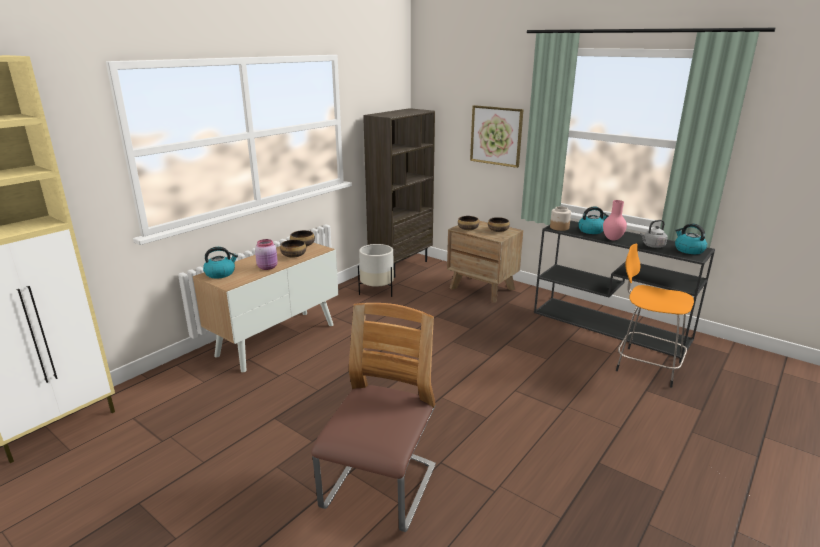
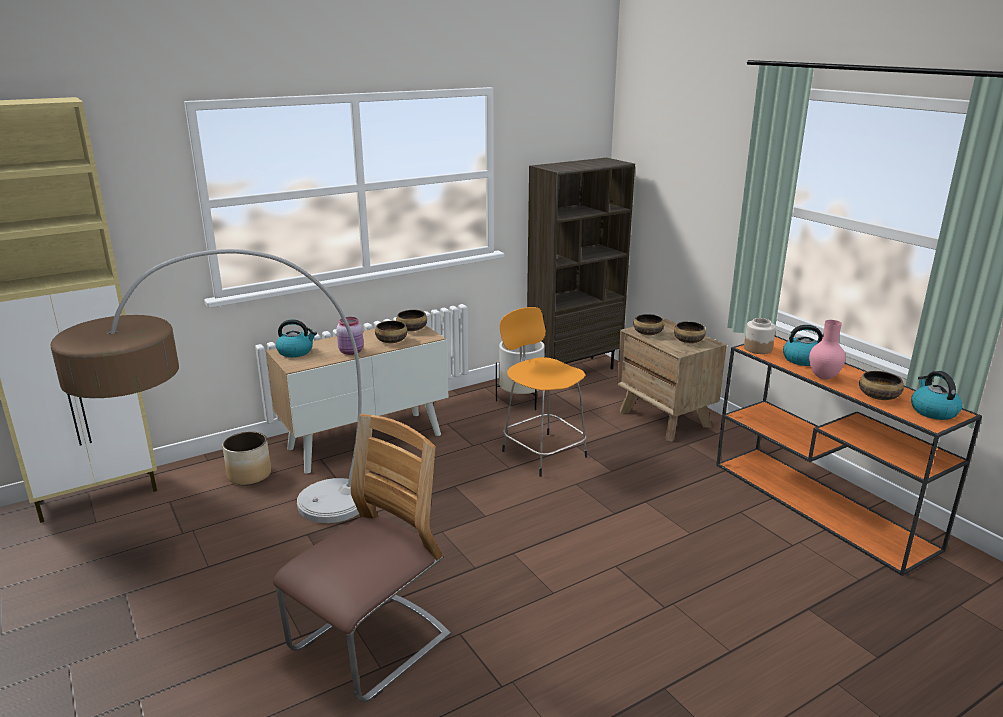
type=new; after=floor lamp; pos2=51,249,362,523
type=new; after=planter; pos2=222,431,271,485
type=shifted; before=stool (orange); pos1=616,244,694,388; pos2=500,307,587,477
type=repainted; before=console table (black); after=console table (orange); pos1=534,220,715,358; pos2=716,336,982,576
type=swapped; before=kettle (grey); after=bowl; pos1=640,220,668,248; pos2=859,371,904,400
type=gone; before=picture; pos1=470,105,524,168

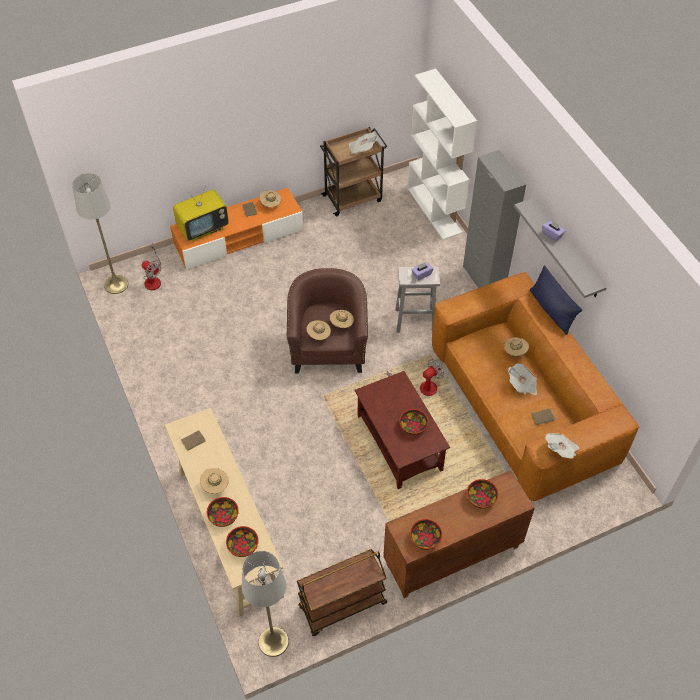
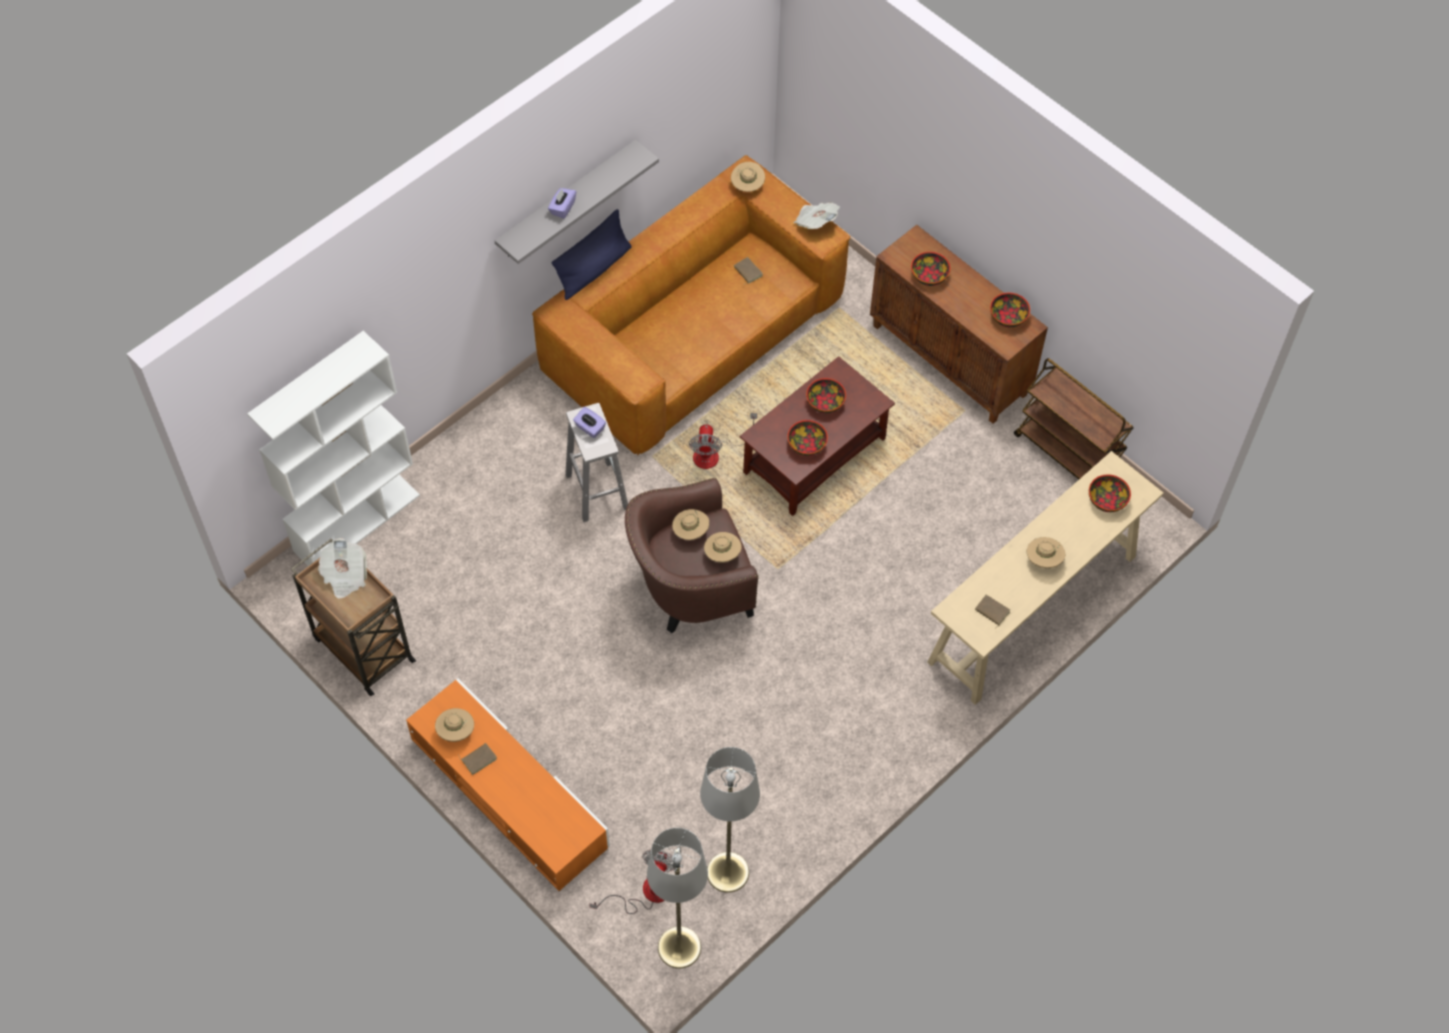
type=rotated; before=fan; pos1=387,359,444,396; pos2=689,413,757,469; turn=-120
type=shifted; before=floor lamp (grey); pos1=242,551,289,657; pos2=700,747,760,893
type=shifted; before=hat (beige); pos1=504,337,529,356; pos2=731,162,765,192
type=shifted; before=bowl; pos1=207,497,239,527; pos2=787,420,828,456
type=gone; before=television; pos1=173,186,229,241
type=gone; before=cabinet (grey); pos1=463,150,526,288
type=gone; before=newspaper; pos1=508,363,537,395

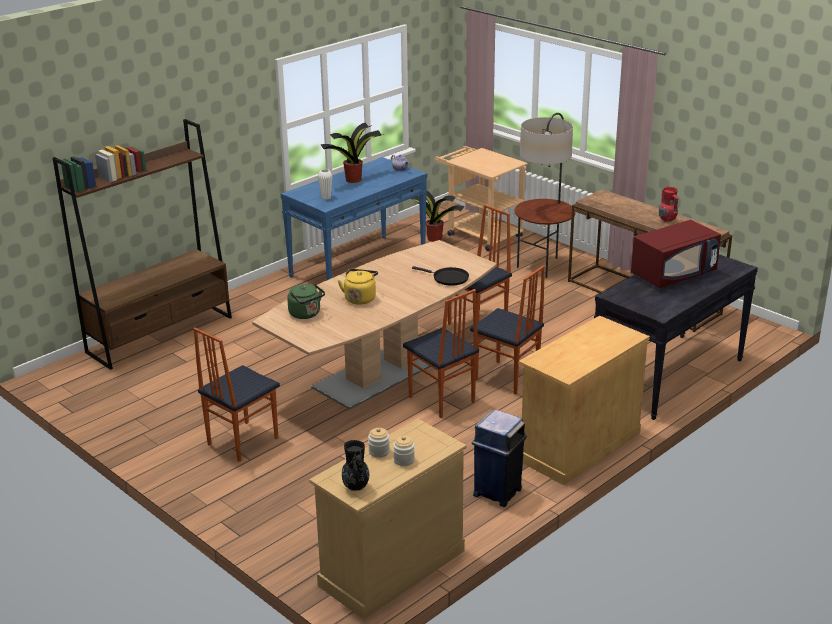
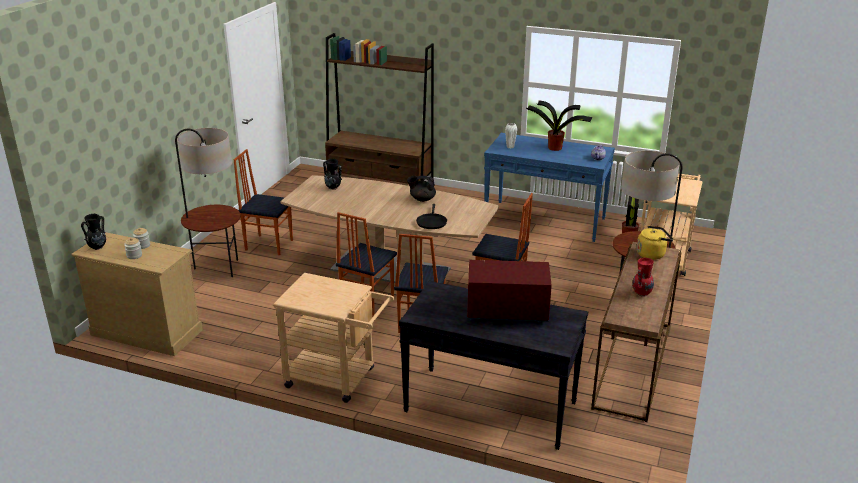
type=new; after=floor lamp; pos2=175,128,240,277
type=swapped; before=cabinet (beige); after=cart (beige); pos1=518,316,650,485; pos2=273,273,394,403
type=swapped; before=kettle (green); after=vase (black); pos1=287,284,325,319; pos2=323,159,342,190
type=new; after=teapot (black); pos2=407,176,436,202
type=rotated; before=microwave (red); pos1=631,220,721,288; pos2=467,260,552,323; turn=150
type=shifted; before=kettle (yellow); pos1=338,269,378,305; pos2=637,226,673,260
type=gone; before=trash can (blue); pos1=472,410,527,507

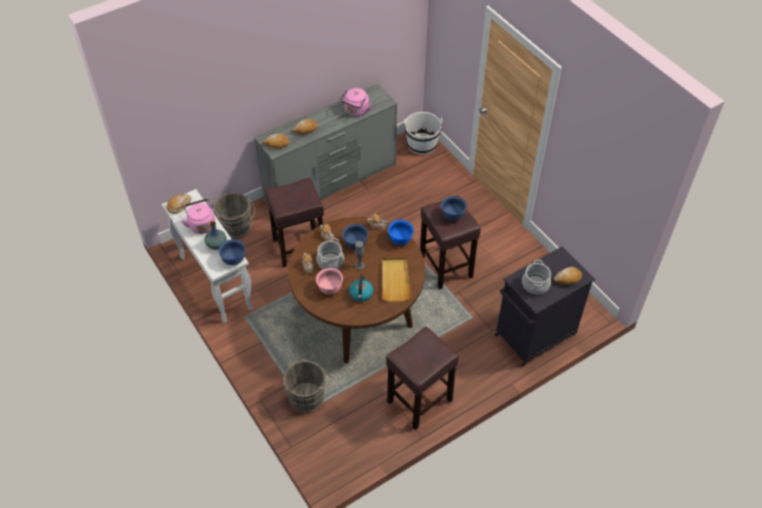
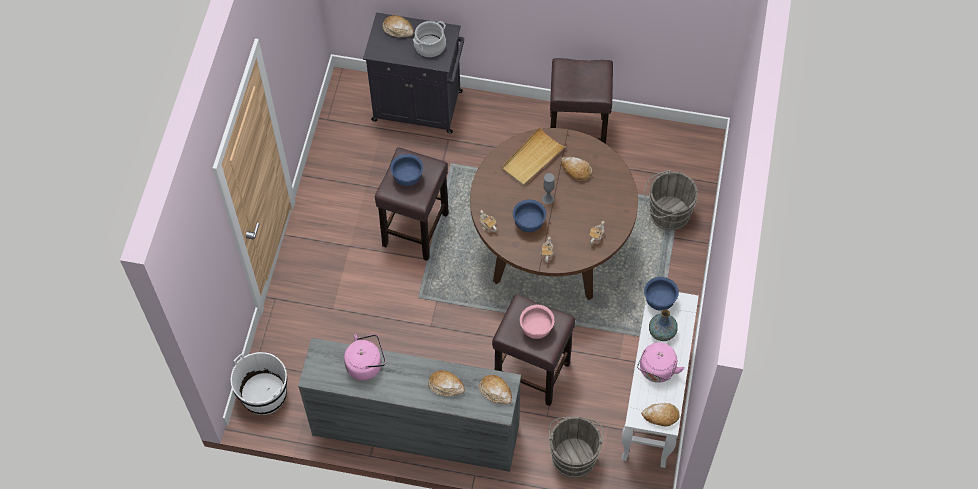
type=shifted; before=bowl (pink); pos1=316,268,343,295; pos2=520,305,555,339
type=swapped; before=kettle; after=bread; pos1=349,276,374,302; pos2=561,157,592,180
type=gone; before=cooking pot; pos1=317,238,344,269
type=gone; before=bowl (blue); pos1=388,220,414,245

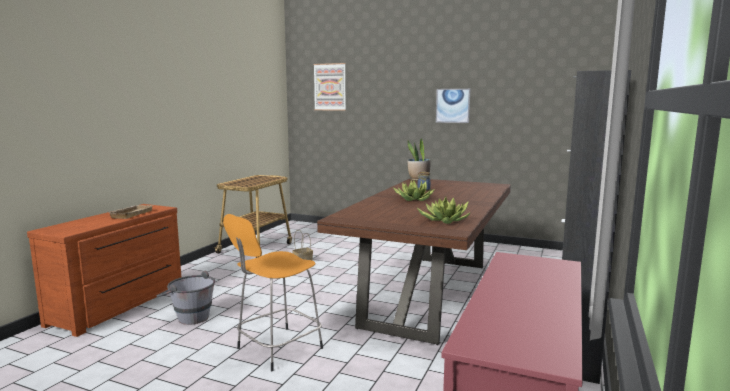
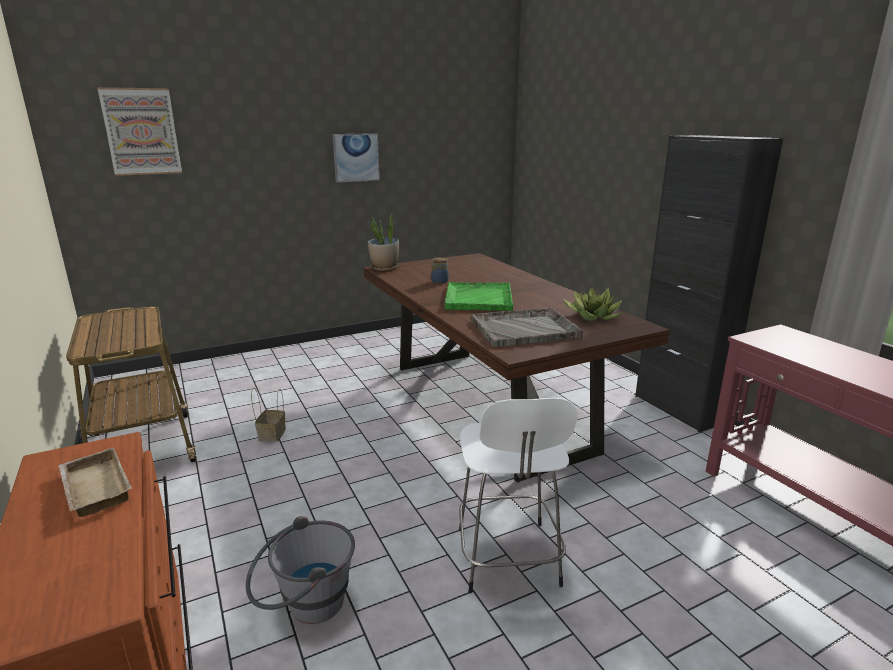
type=swapped; before=potted plant; after=tray (green); pos1=393,180,434,201; pos2=445,282,513,311
type=repainted; before=stool (orange); after=stool (white); pos1=223,214,323,371; pos2=459,398,577,593
type=new; after=tray (grey); pos2=471,308,583,347

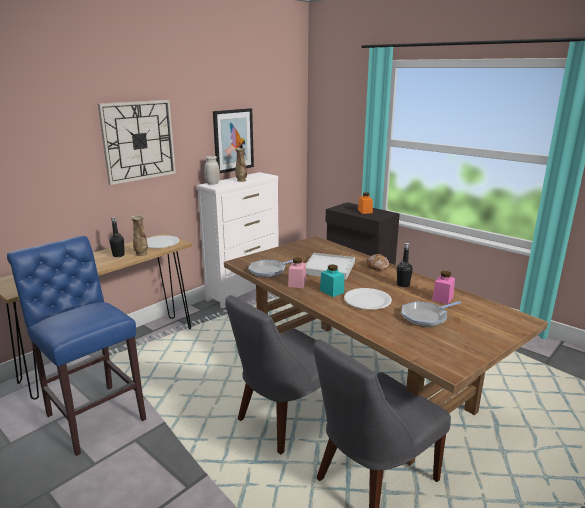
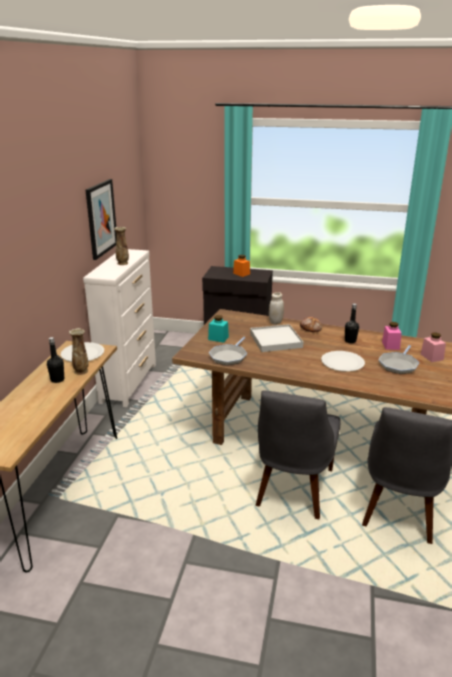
type=shifted; before=jar (turquoise); pos1=320,264,344,297; pos2=208,315,229,343
type=shifted; before=jar (white); pos1=205,156,220,185; pos2=269,292,284,325
type=shifted; before=jar (pink); pos1=288,257,306,288; pos2=421,332,446,362
type=gone; before=stool (blue); pos1=7,236,146,456
type=gone; before=wall clock; pos1=98,100,176,185

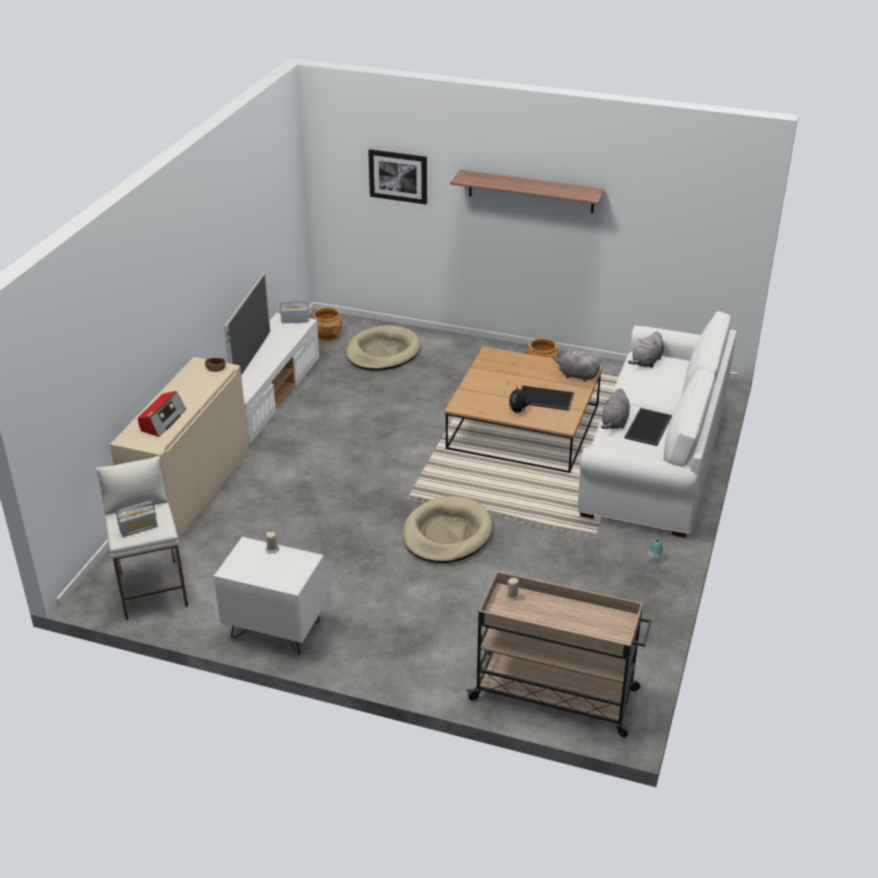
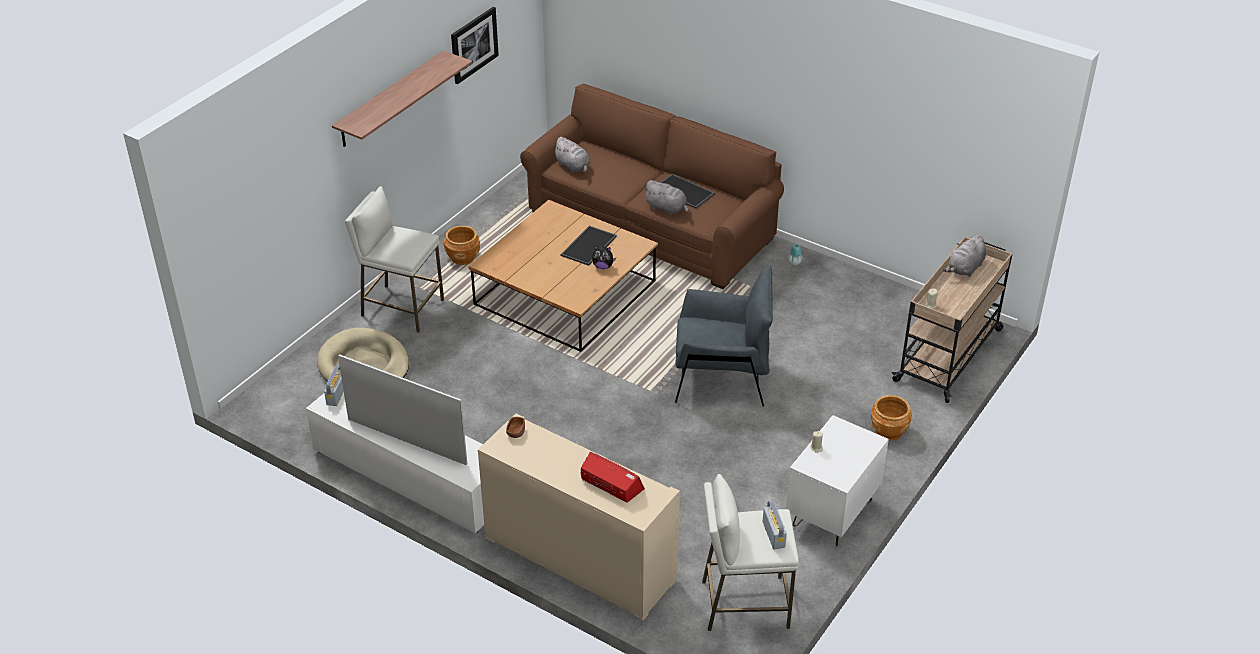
type=new; after=stool (white); pos2=345,186,444,333
type=shifted; before=picture; pos1=368,149,427,204; pos2=451,7,499,84
type=repainted; before=sofa (white); after=sofa (brown); pos1=577,311,737,538; pos2=520,84,784,289
type=swapped; before=dog bed (beige); after=armchair (grey); pos1=402,496,492,563; pos2=675,265,773,407
type=shifted; before=planter (brown); pos1=312,307,342,341; pos2=871,395,912,441
type=shifted; before=plush toy (grey); pos1=554,349,602,382; pos2=943,235,986,277

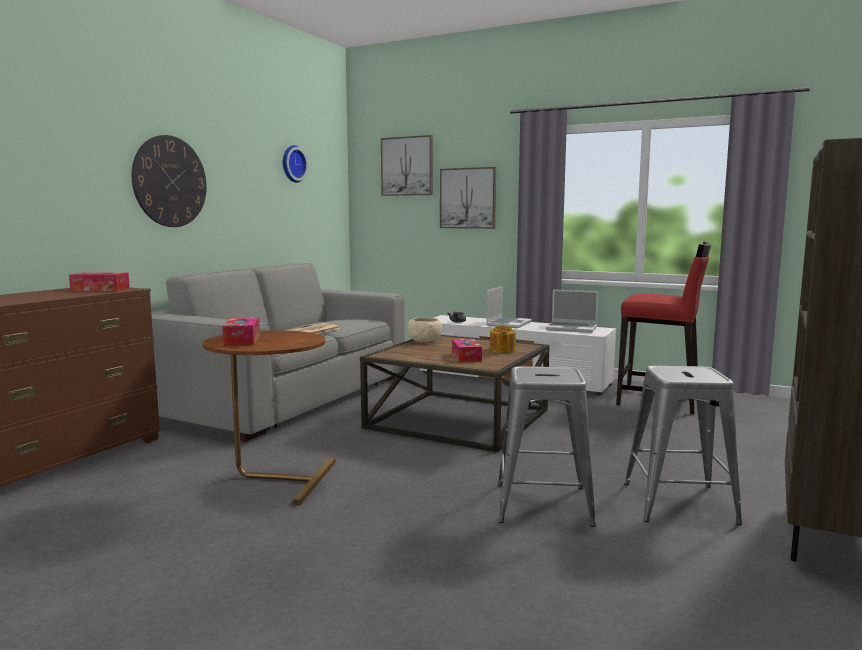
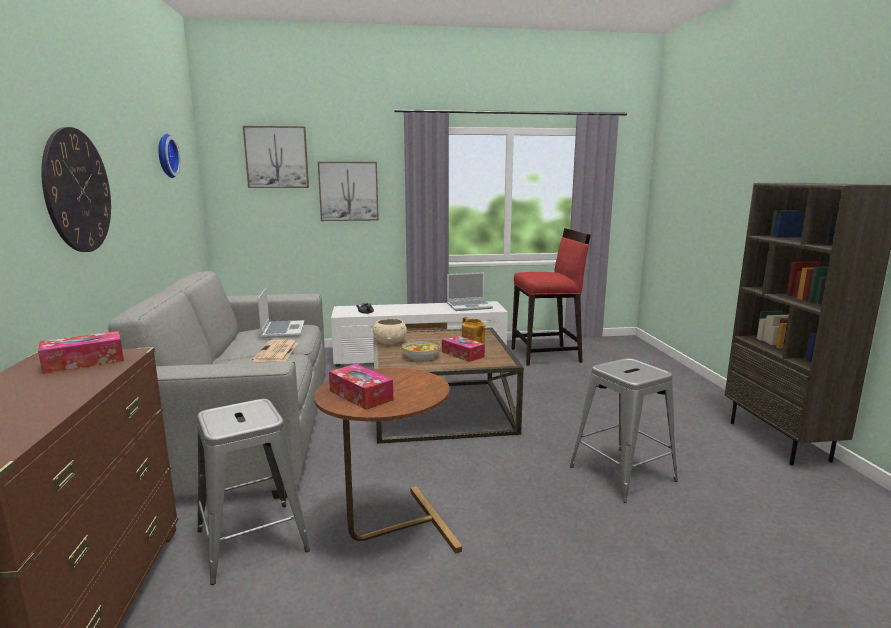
type=shifted; before=stool (grey); pos1=624,366,742,525; pos2=197,399,310,585
type=shifted; before=laptop; pos1=486,286,532,328; pos2=258,288,305,338
type=new; after=bowl; pos2=402,340,441,361

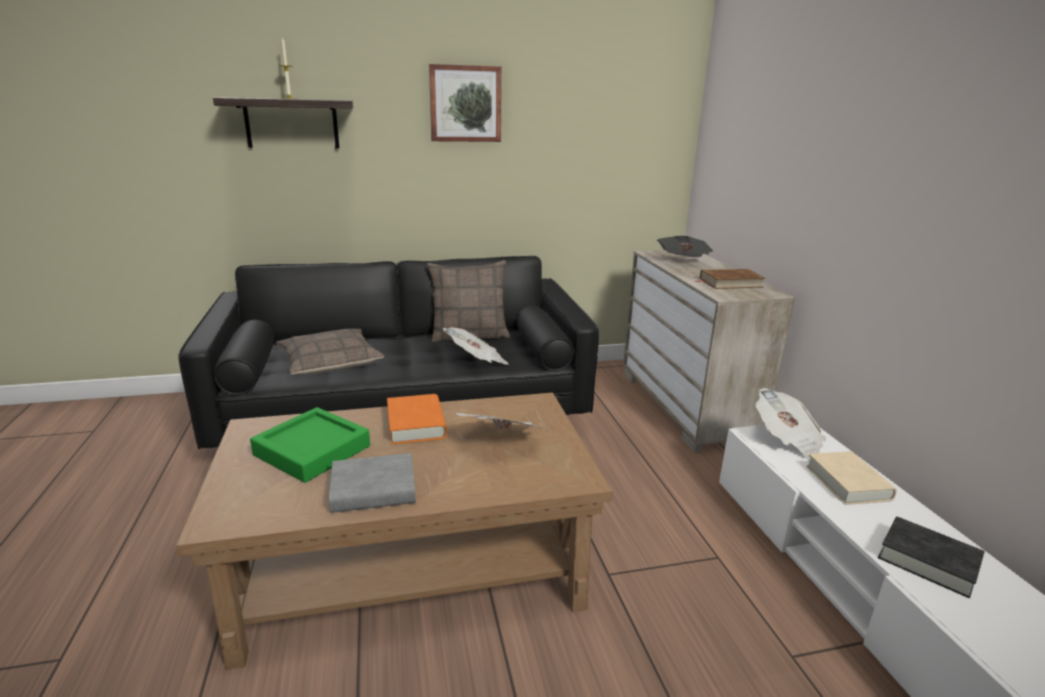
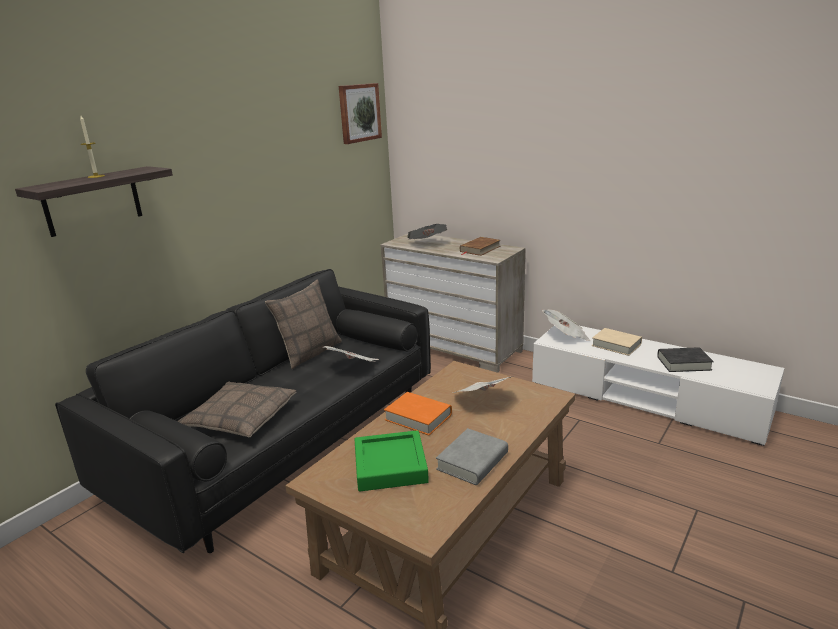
type=shifted; before=picture; pos1=429,64,502,142; pos2=339,83,382,144

